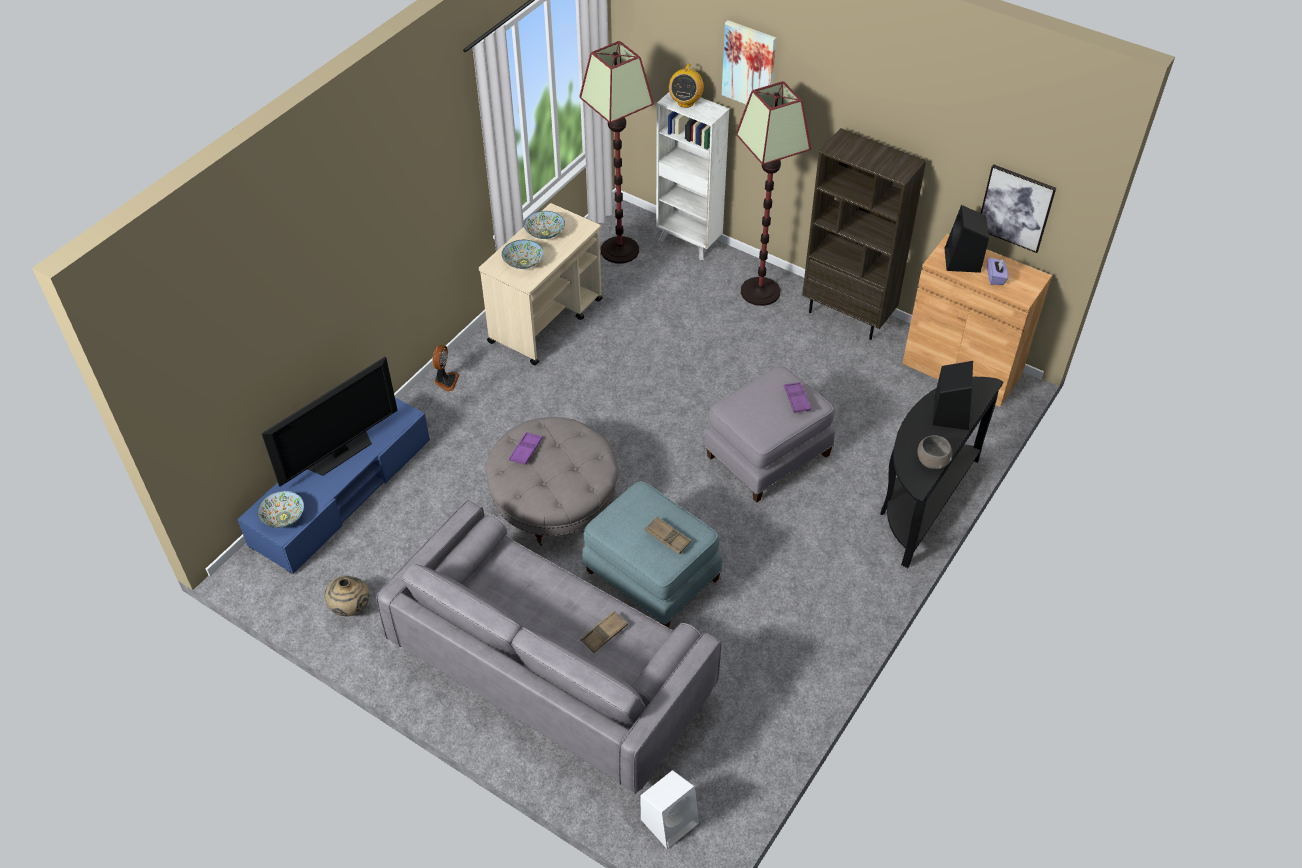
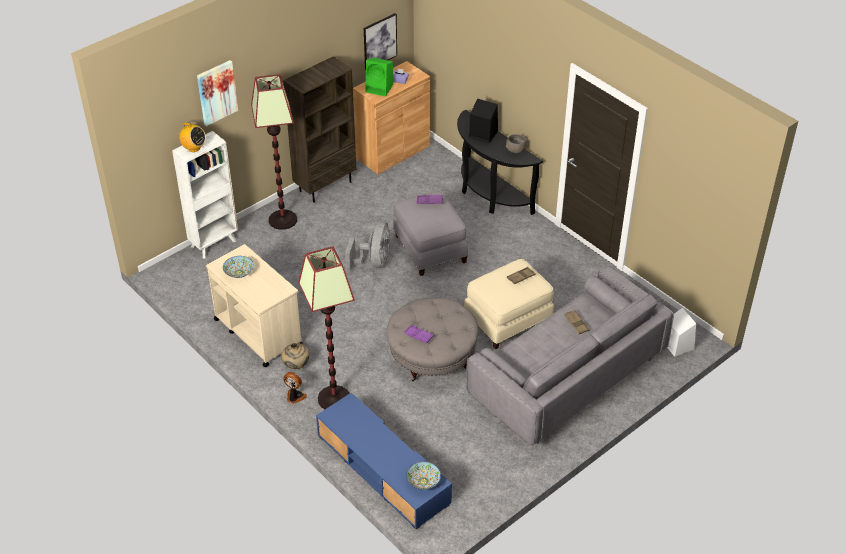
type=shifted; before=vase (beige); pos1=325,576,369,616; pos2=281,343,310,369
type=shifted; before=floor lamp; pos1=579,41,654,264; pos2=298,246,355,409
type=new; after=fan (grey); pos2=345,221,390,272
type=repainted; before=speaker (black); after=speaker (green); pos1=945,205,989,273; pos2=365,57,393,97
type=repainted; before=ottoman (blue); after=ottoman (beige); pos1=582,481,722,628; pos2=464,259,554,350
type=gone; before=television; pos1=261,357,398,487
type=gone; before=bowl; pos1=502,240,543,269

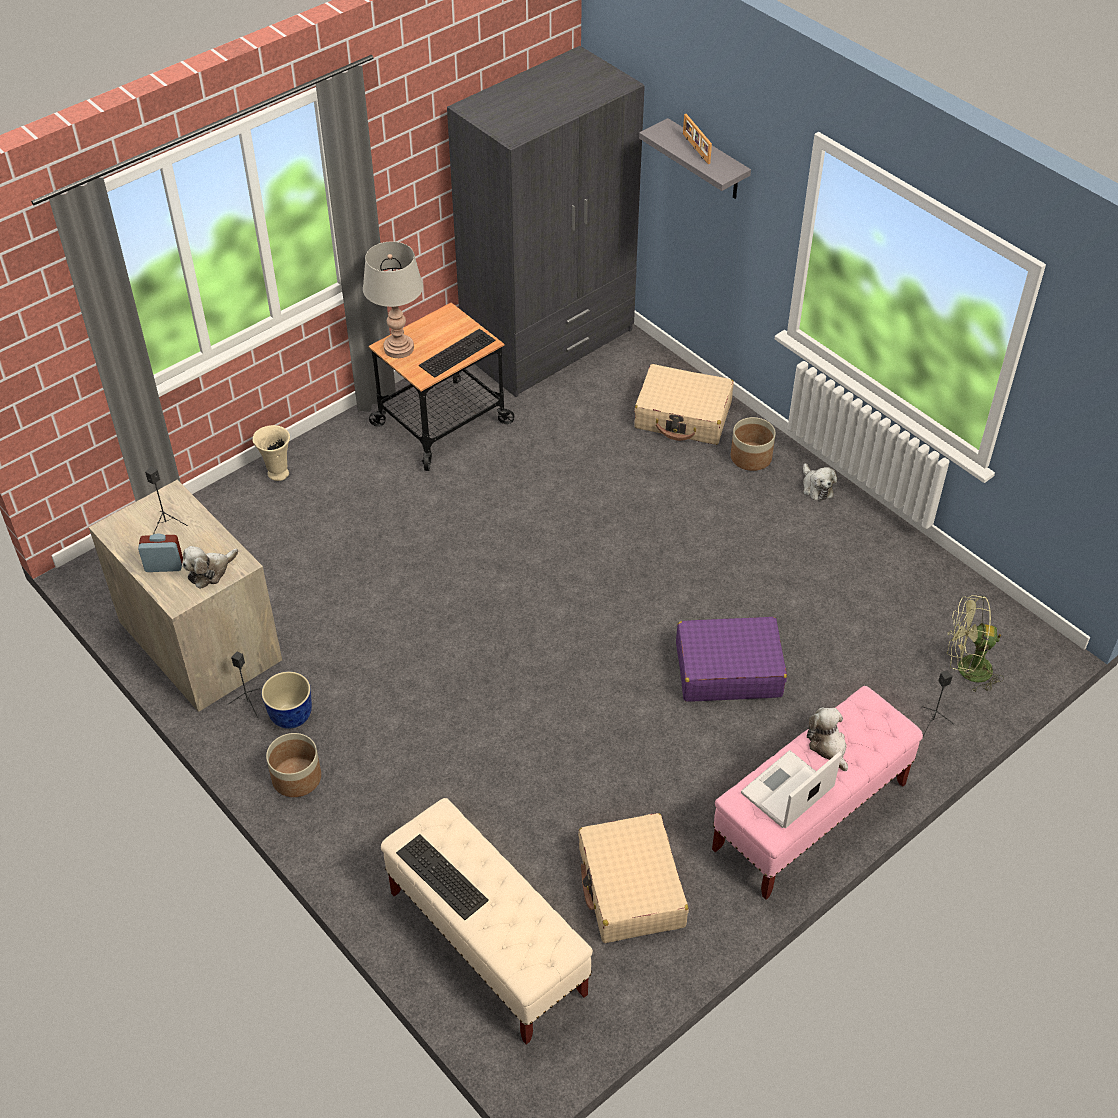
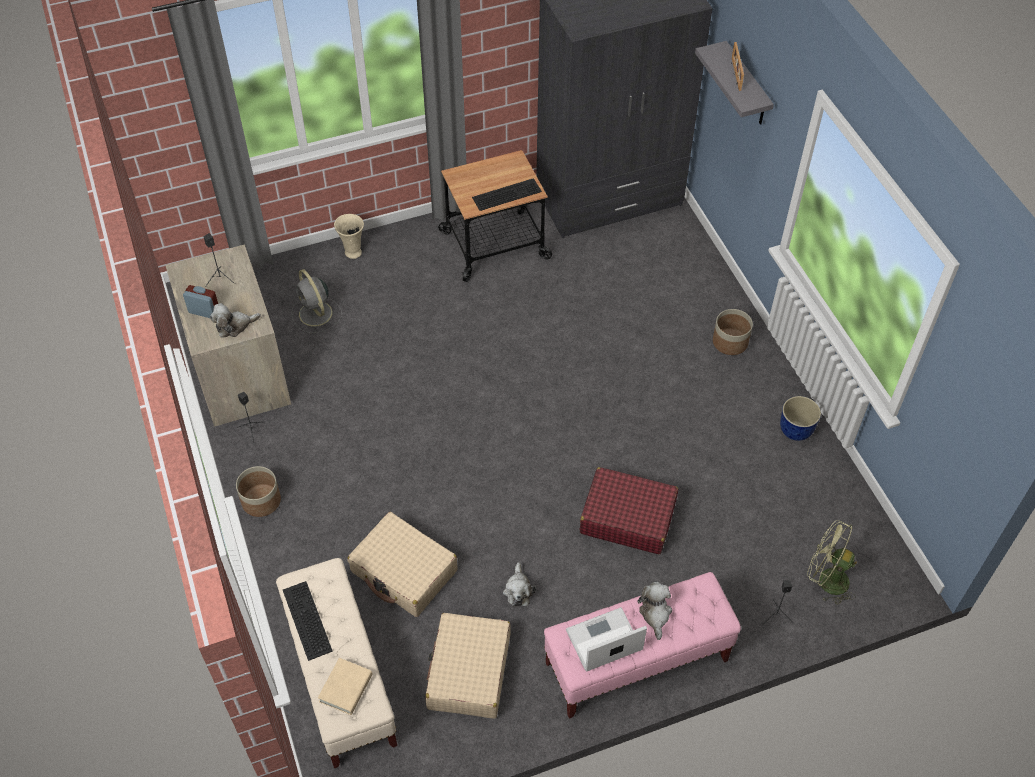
type=new; after=fan (grey); pos2=291,269,342,333
type=new; after=book (beige); pos2=318,658,373,715
type=shifted; before=suitcase (beige); pos1=634,364,734,445; pos2=348,512,458,617
type=shifted; before=plush toy; pos1=803,463,837,501; pos2=503,562,536,606
type=repainted; before=suitcase (purple); after=suitcase (red); pos1=676,617,787,702; pos2=580,467,678,554
type=shifted; before=planter; pos1=261,671,312,729; pos2=780,396,821,441
type=gone; before=table lamp (grey); pos1=363,241,423,358

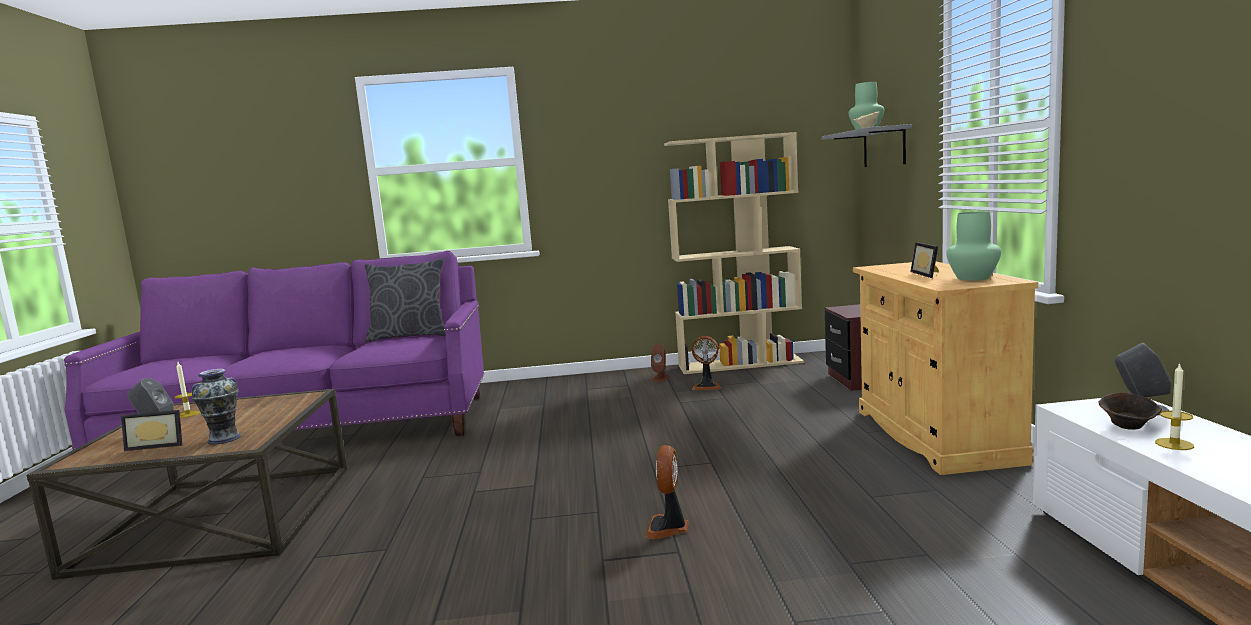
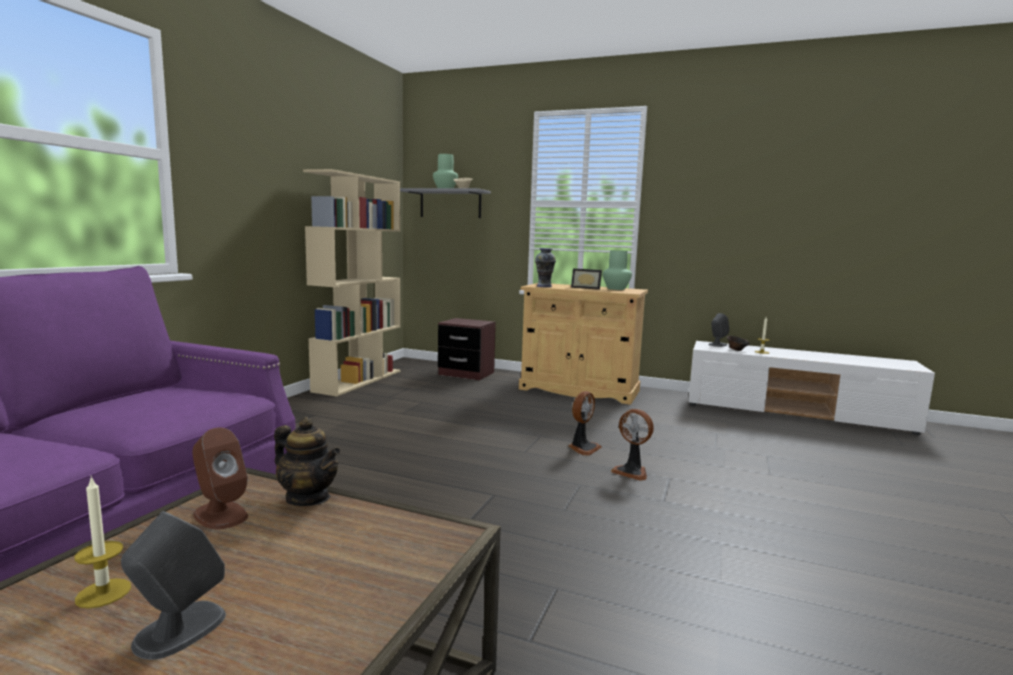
type=shifted; before=speaker (brown); pos1=651,344,669,382; pos2=193,428,248,529
type=new; after=teapot; pos2=274,417,341,506
type=shifted; before=vase; pos1=192,369,241,445; pos2=535,248,556,287
type=shifted; before=fan; pos1=692,336,722,390; pos2=569,391,602,456
type=gone; before=picture frame; pos1=121,410,182,451
type=gone; before=pillow (grey); pos1=365,258,446,342

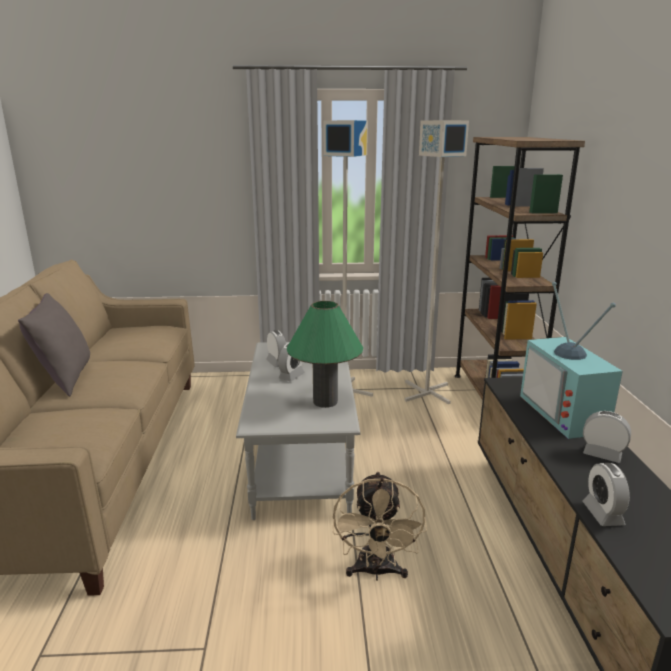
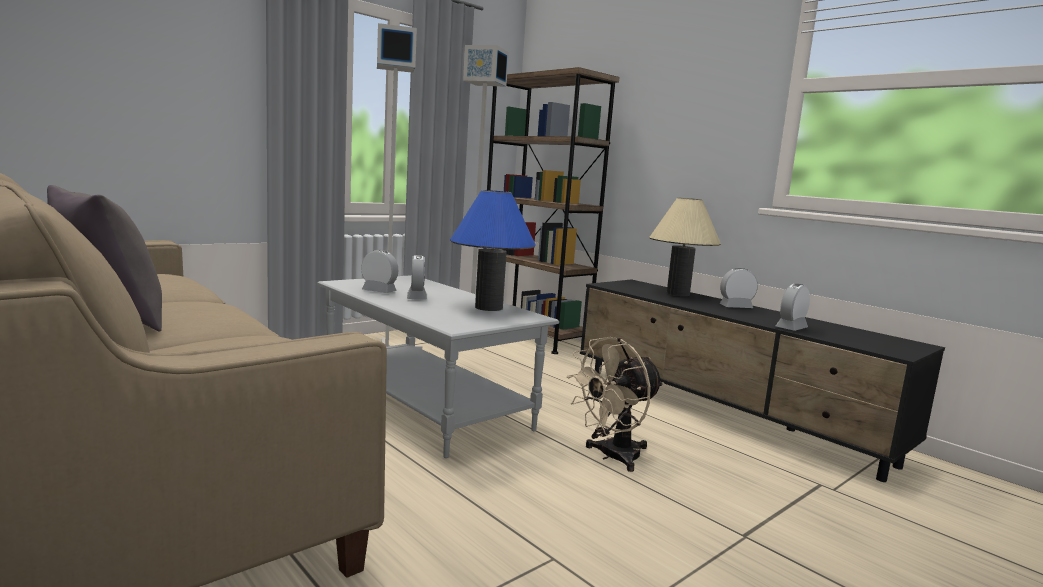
type=repainted; before=table lamp (green); after=table lamp (blue); pos1=287,301,363,408; pos2=450,190,536,311
type=rotated; before=fan (beige); pos1=333,471,427,581; pos2=567,337,664,472; turn=90
type=swapped; before=television; after=table lamp (beige); pos1=520,282,623,439; pos2=650,198,721,296
type=rotated; before=alarm clock; pos1=583,463,630,526; pos2=776,284,810,331; turn=90

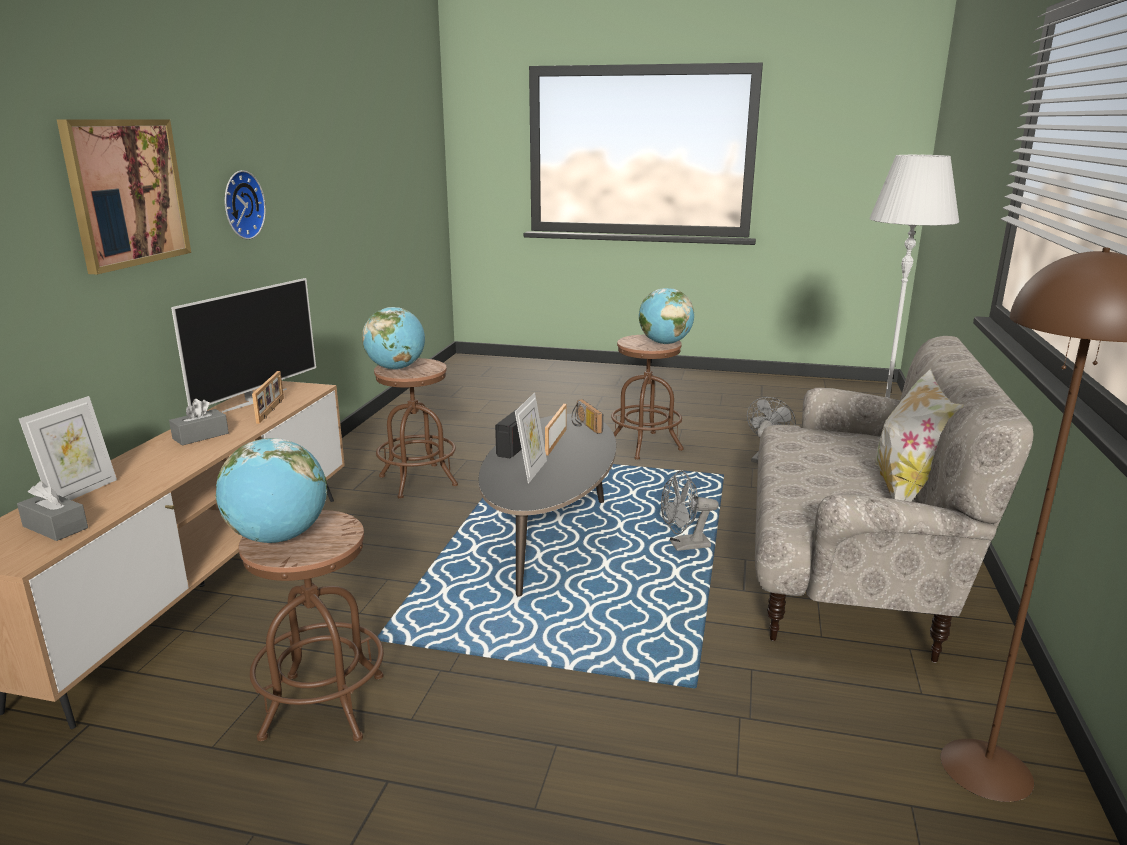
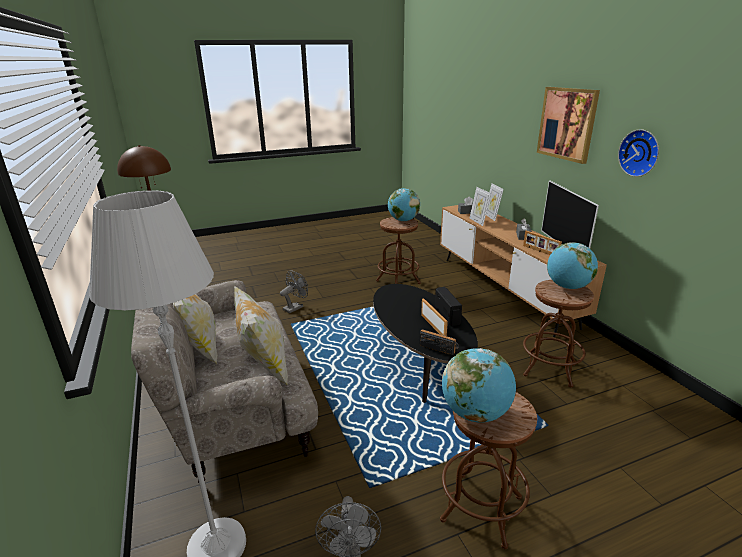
type=new; after=pillow; pos2=234,285,288,385
type=shifted; before=fan (grey); pos1=661,471,719,551; pos2=280,270,308,313
type=shifted; before=picture frame; pos1=515,393,547,484; pos2=470,187,491,226

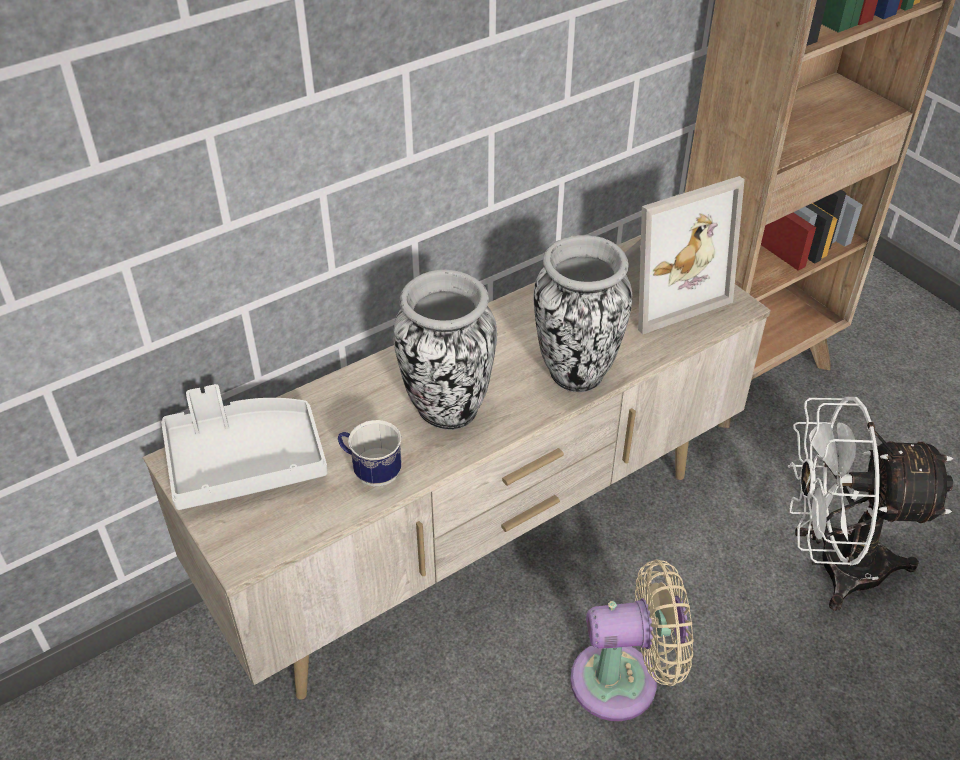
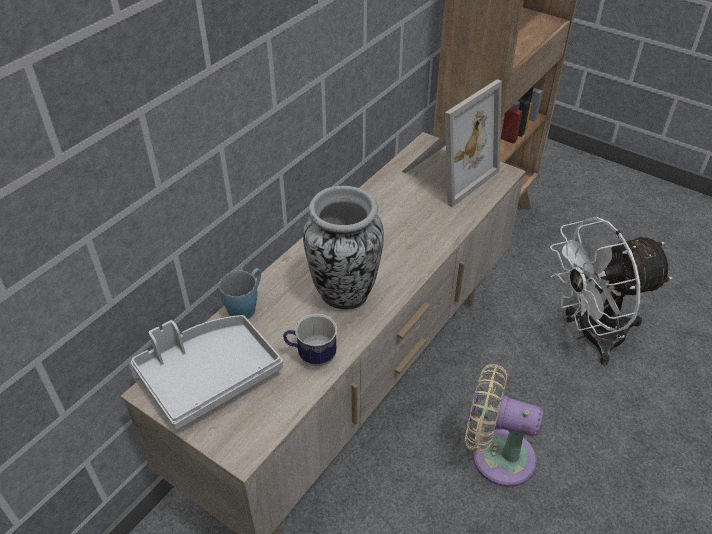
type=new; after=mug (blue); pos2=219,268,261,319
type=rotated; before=fan (beige); pos1=570,559,693,721; pos2=465,364,543,487; turn=-135
type=gone; before=vase; pos1=533,235,632,392

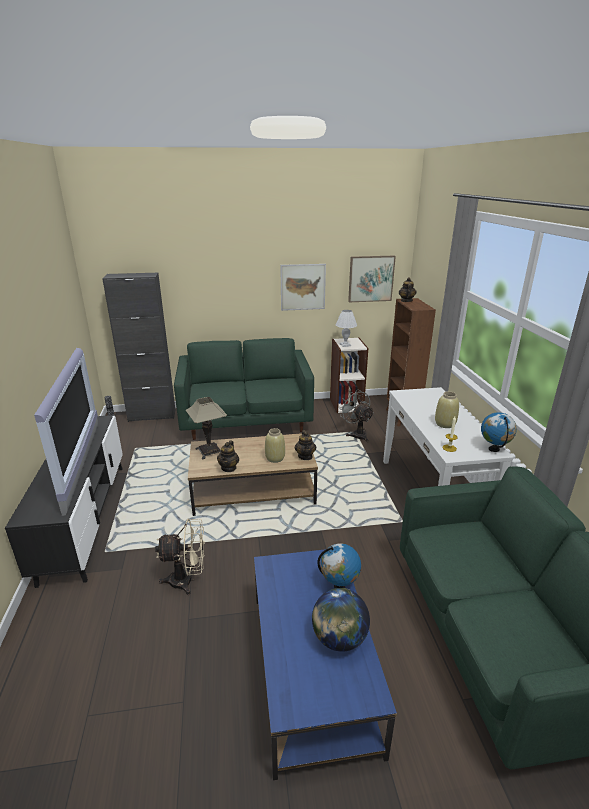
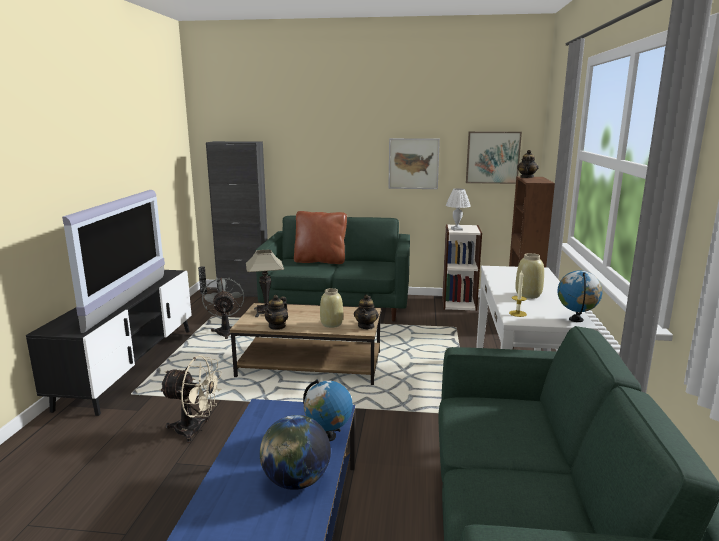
type=shifted; before=fan (grey); pos1=338,389,374,442; pos2=202,277,244,339
type=new; after=pillow (brown); pos2=294,211,347,264

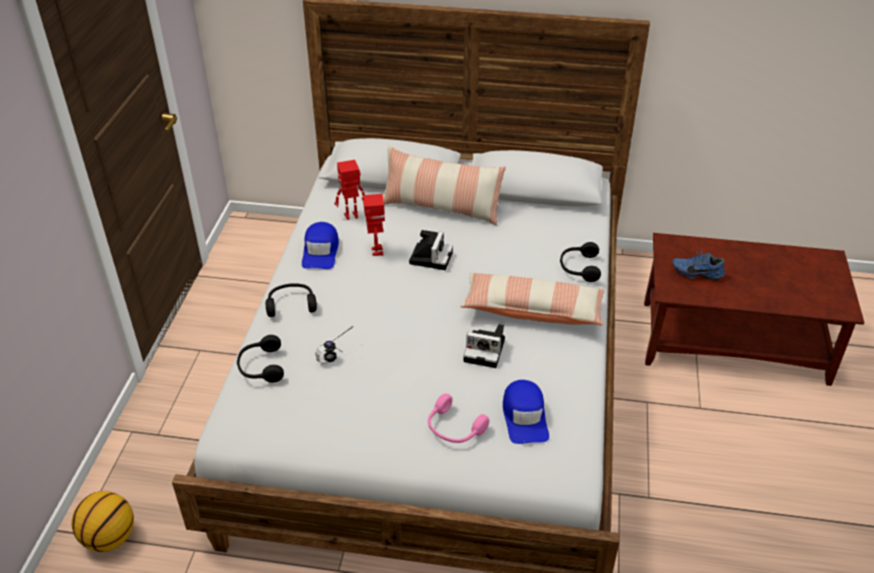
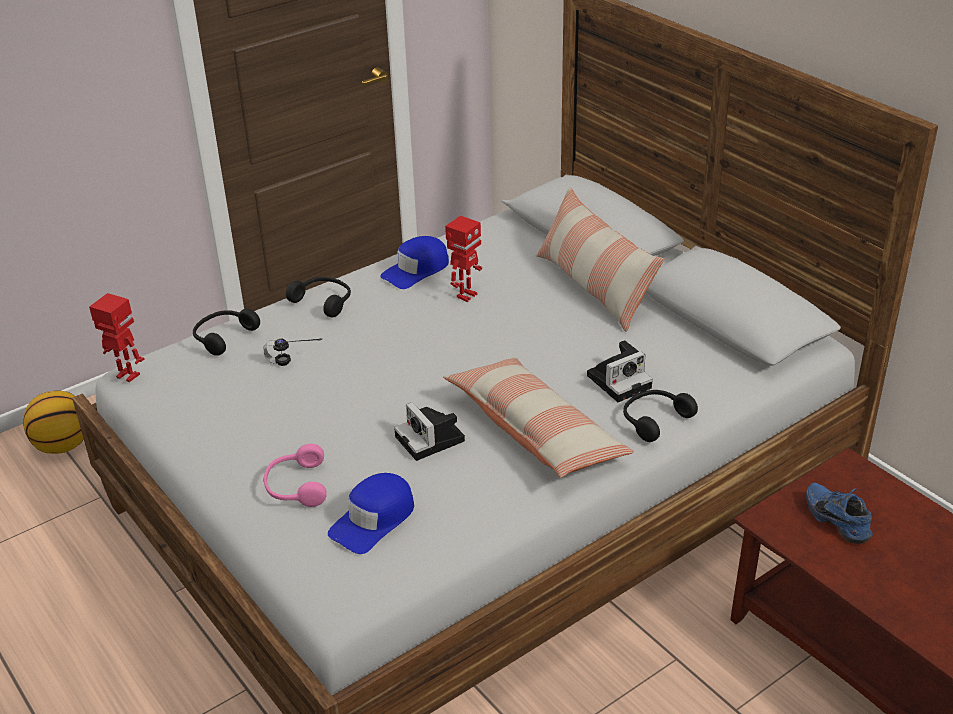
type=shifted; before=toy robot; pos1=334,160,365,220; pos2=89,293,145,382
type=shifted; before=photo camera; pos1=409,230,453,270; pos2=587,340,653,402

